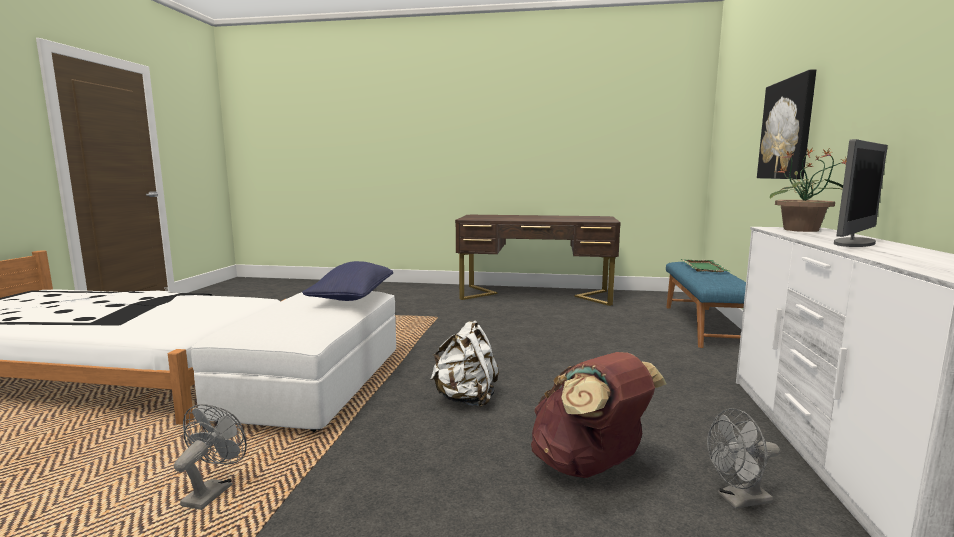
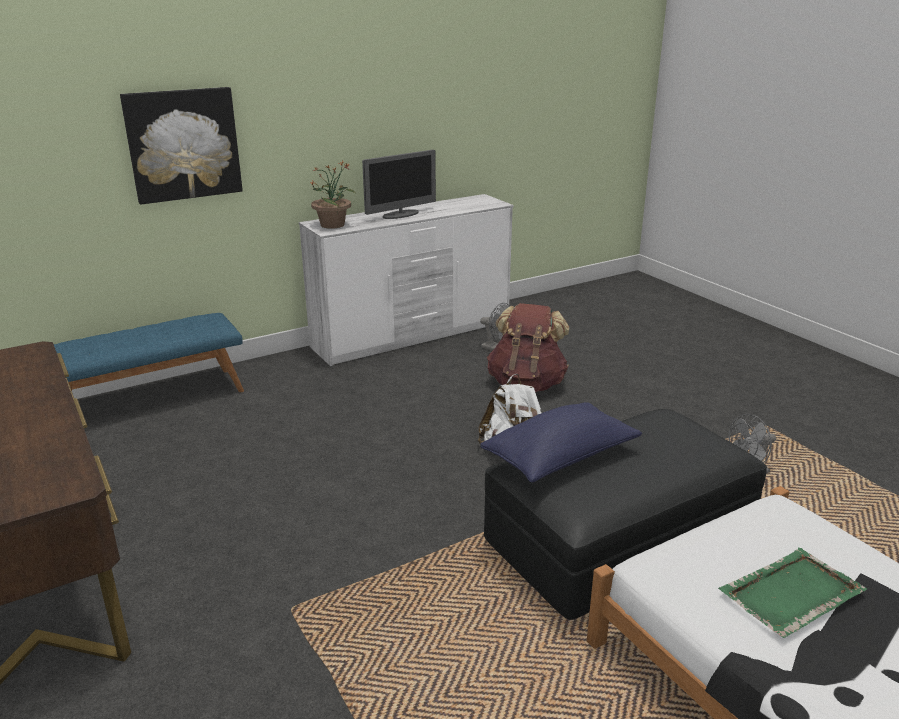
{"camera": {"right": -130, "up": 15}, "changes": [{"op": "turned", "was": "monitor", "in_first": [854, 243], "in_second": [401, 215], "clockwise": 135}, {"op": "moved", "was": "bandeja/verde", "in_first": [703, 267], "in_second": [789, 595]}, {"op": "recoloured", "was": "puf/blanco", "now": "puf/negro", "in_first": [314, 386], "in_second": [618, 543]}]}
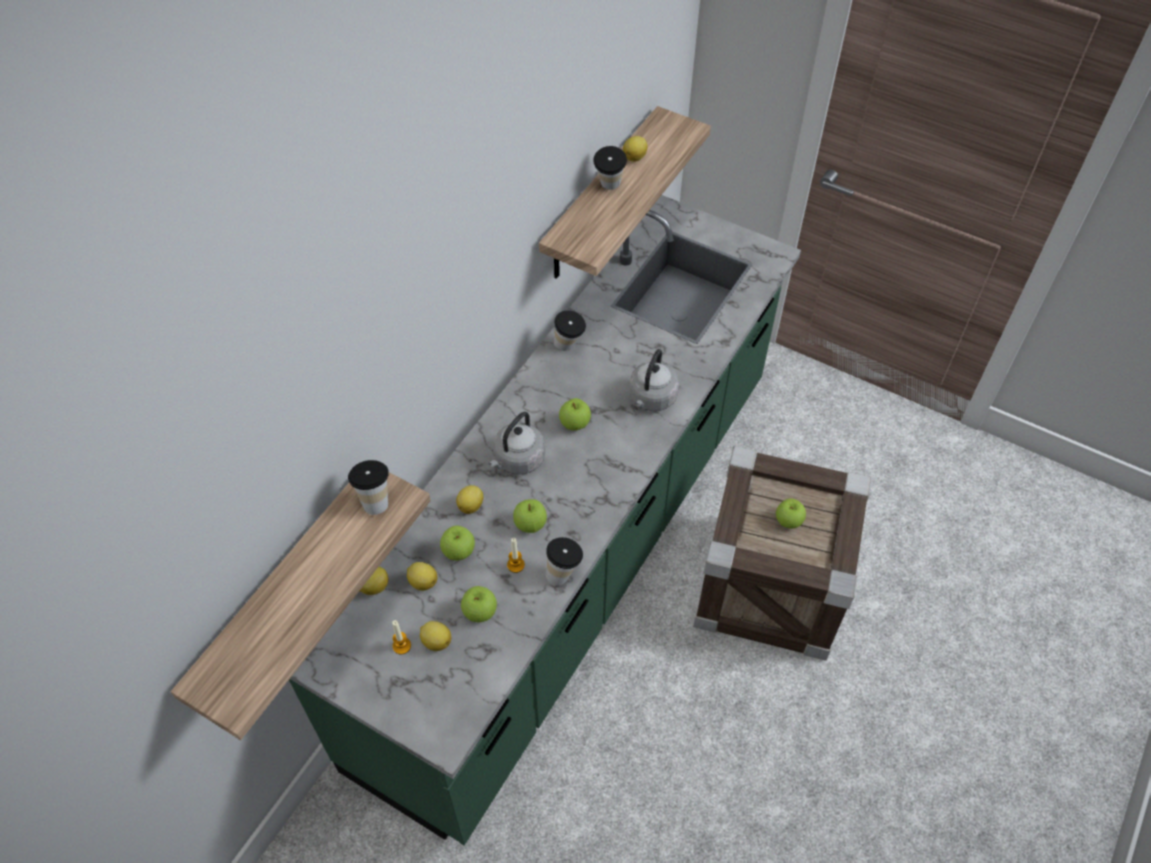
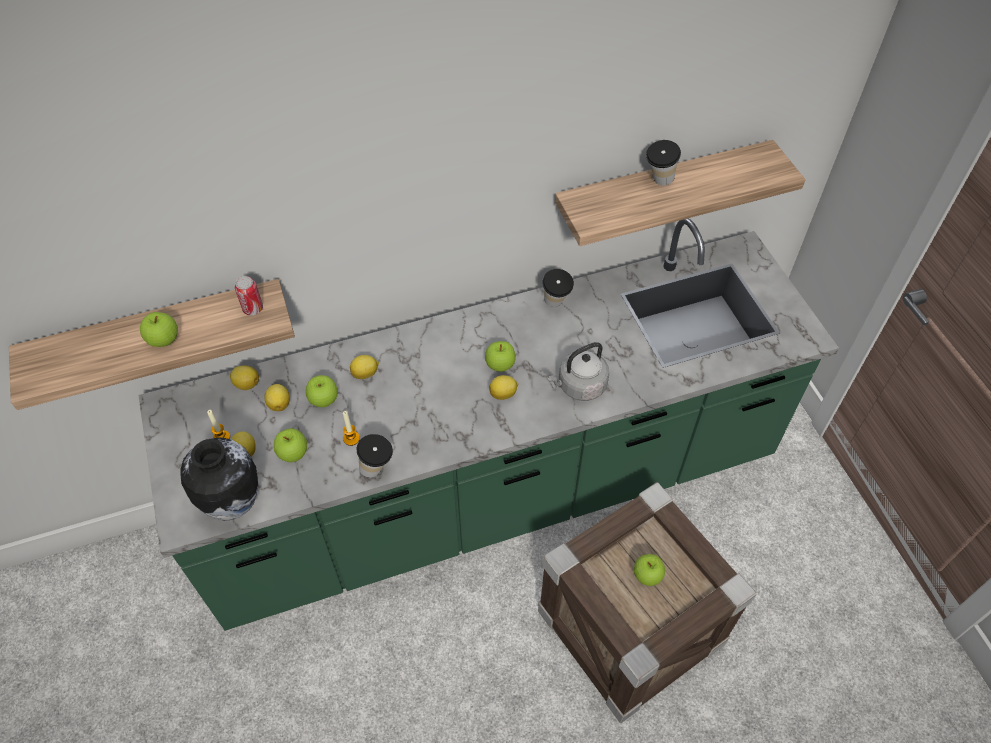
{"camera": {"right": 40, "up": 0}, "changes": [{"op": "moved", "was": "limón", "in_first": [635, 157], "in_second": [503, 394]}, {"op": "removed", "was": "hervidor/gris", "in_first": [518, 460]}, {"op": "replaced", "was": "taza", "now": "lata", "in_first": [375, 500], "in_second": [253, 309]}, {"op": "moved", "was": "manzana", "in_first": [530, 524], "in_second": [164, 340]}, {"op": "added", "now": "florero", "in_second": [233, 504]}]}
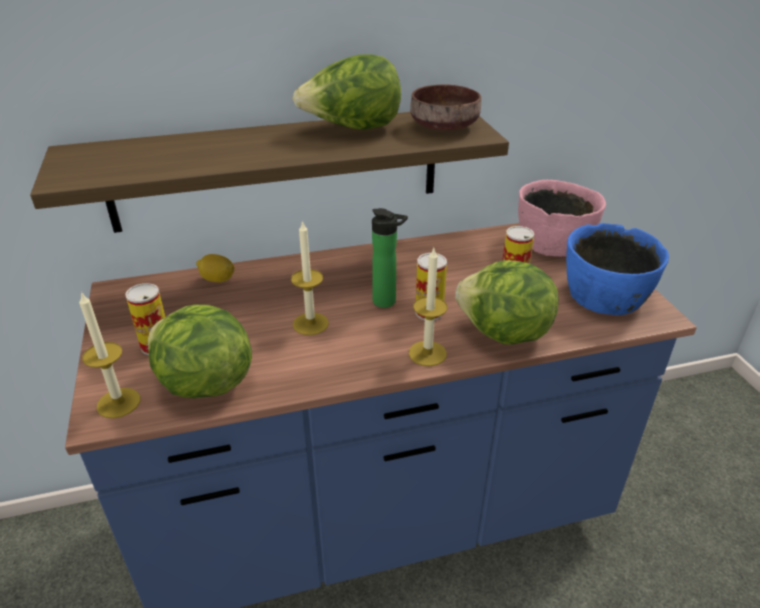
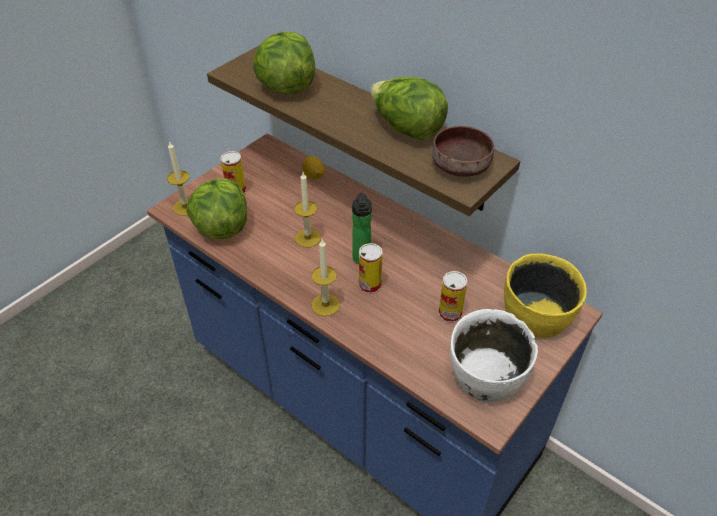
{"camera": {"right": 55, "up": 10}, "changes": [{"op": "recoloured", "was": "cuenco/rosa", "now": "cuenco/amarillo", "in_first": [553, 241], "in_second": [537, 315]}, {"op": "recoloured", "was": "cuenco/azul", "now": "cuenco/blanco", "in_first": [605, 296], "in_second": [485, 376]}, {"op": "moved", "was": "lechuga", "in_first": [504, 334], "in_second": [286, 87]}]}
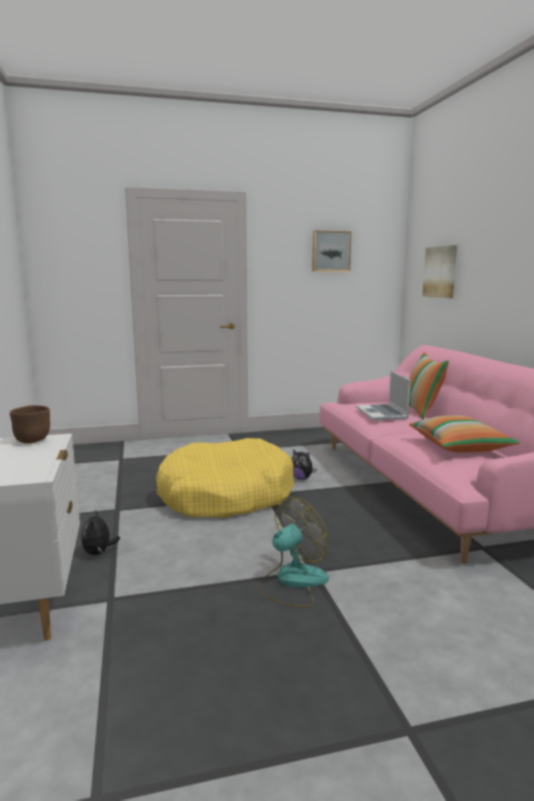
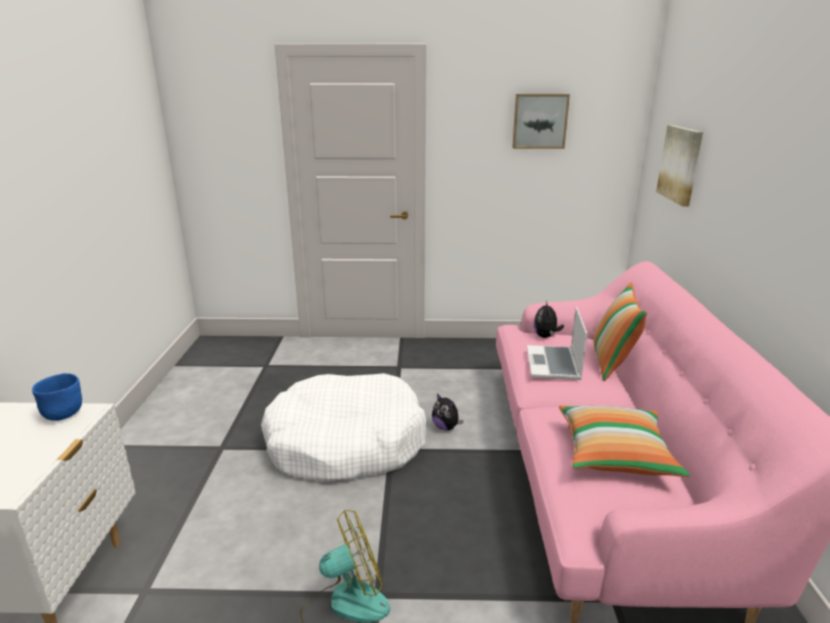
{"camera": {"right": 15, "up": 10}, "changes": [{"op": "recoloured", "was": "cuenco/marrón", "now": "cuenco/azul", "in_first": [33, 440], "in_second": [65, 414]}, {"op": "recoloured", "was": "cama para perro/amarillo", "now": "cama para perro/blanco", "in_first": [226, 495], "in_second": [345, 443]}, {"op": "moved", "was": "peluche", "in_first": [99, 552], "in_second": [546, 336]}]}
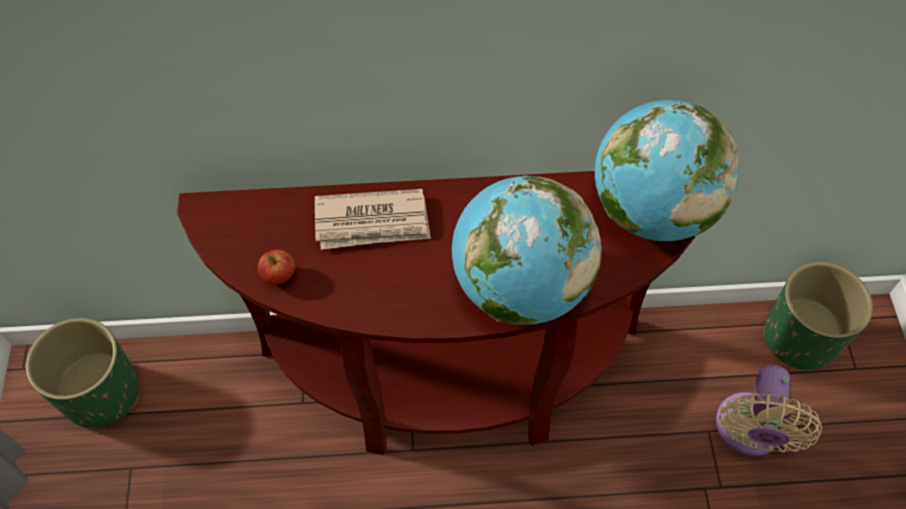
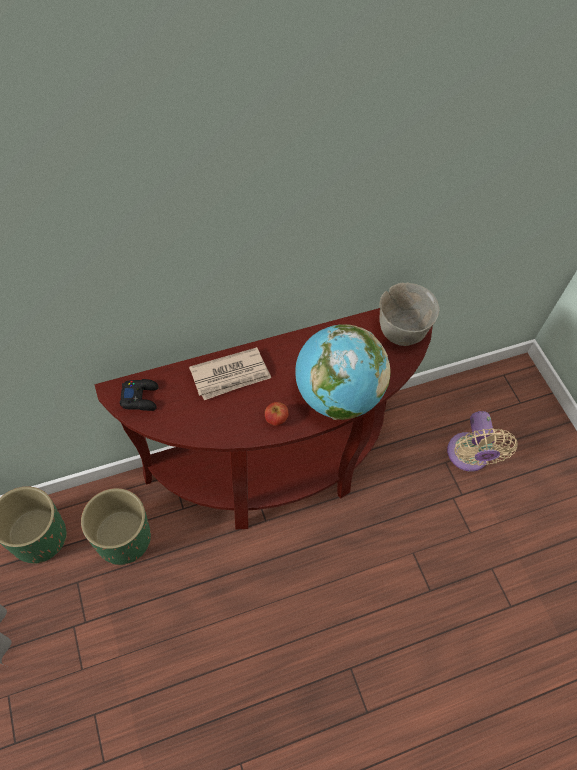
{"camera": {"right": -20, "up": 0}, "changes": [{"op": "replaced", "was": "globo terráqueo", "now": "cuenco/gris", "in_first": [651, 210], "in_second": [400, 331]}, {"op": "moved", "was": "manzana", "in_first": [279, 276], "in_second": [276, 419]}, {"op": "moved", "was": "maceta/verde", "in_first": [800, 337], "in_second": [123, 538]}, {"op": "added", "now": "mando de consola/negro", "in_second": [140, 397]}]}
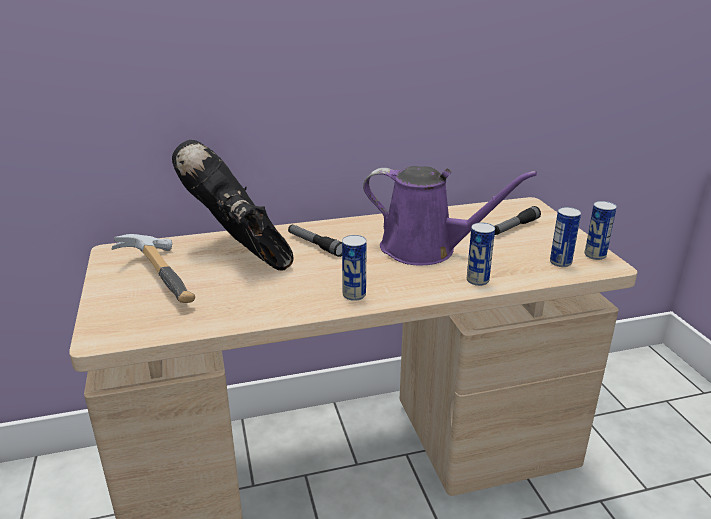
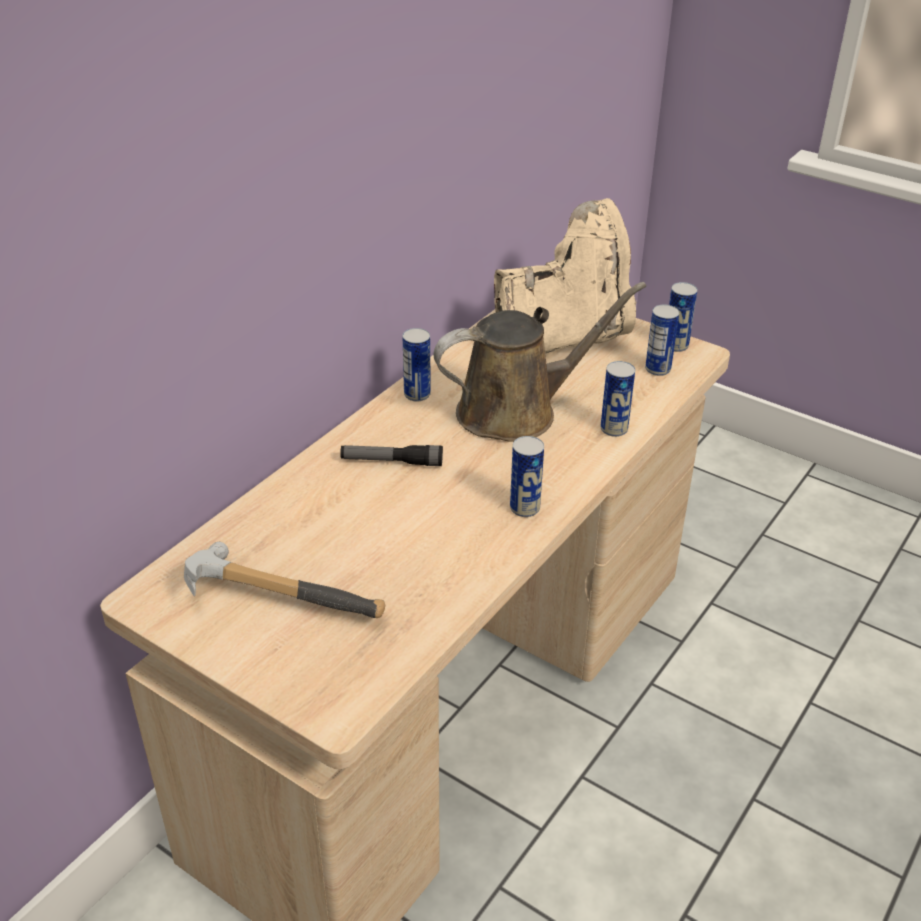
{"camera": {"right": -40, "up": 10}, "changes": [{"op": "removed", "was": "bota/negro", "in_first": [241, 252]}, {"op": "recoloured", "was": "regadera/morado", "now": "regadera/marrón", "in_first": [425, 249], "in_second": [516, 411]}, {"op": "replaced", "was": "linterna", "now": "bota/beis", "in_first": [514, 227], "in_second": [564, 339]}, {"op": "added", "now": "lata", "in_second": [417, 394]}]}
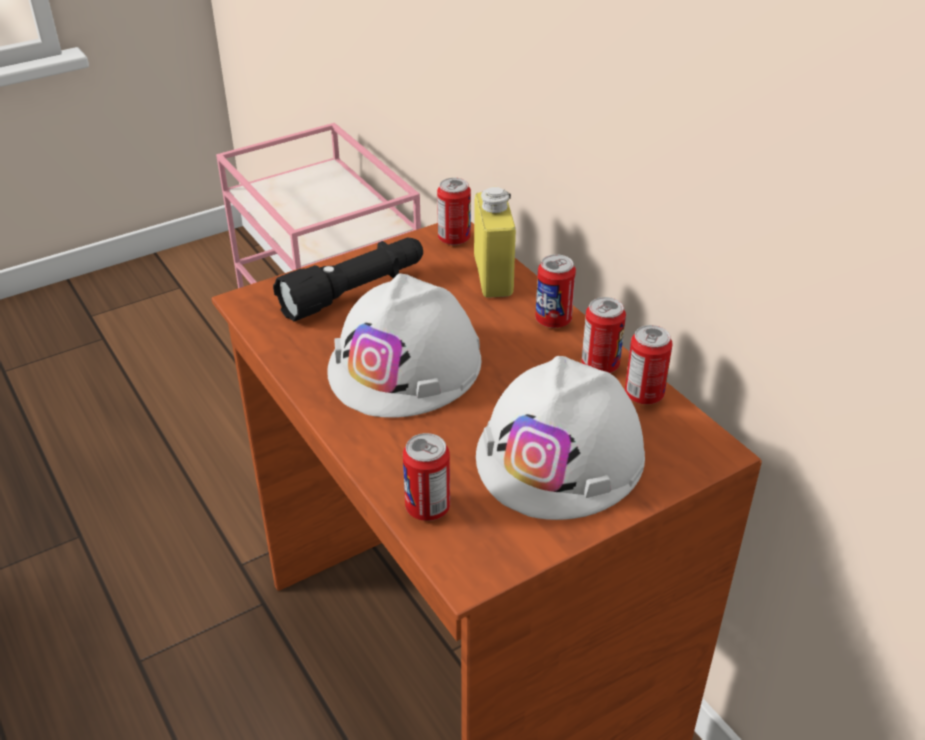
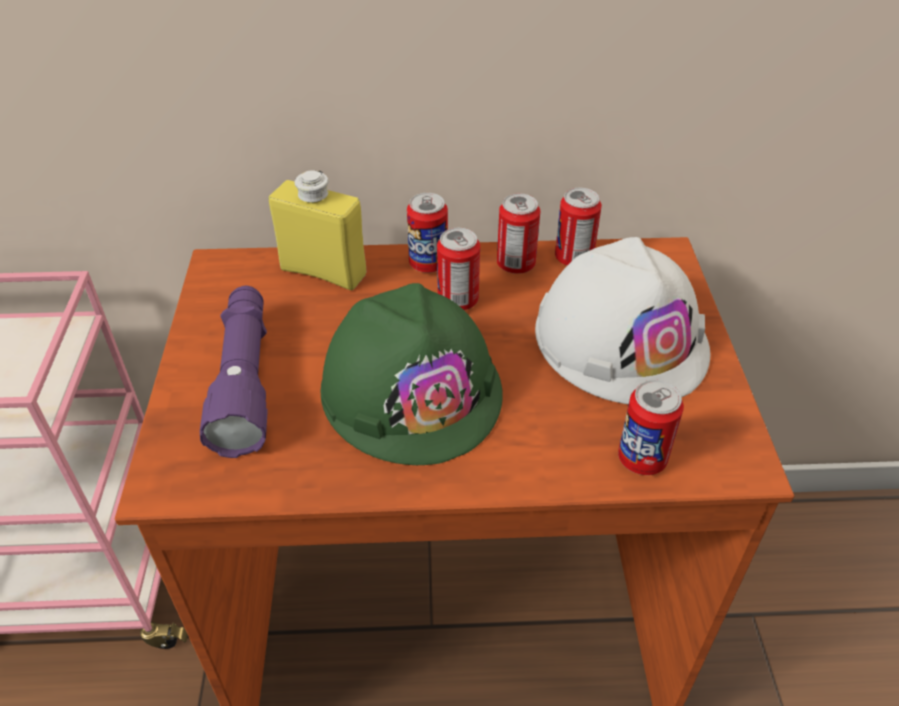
{"camera": {"right": -60, "up": 5}, "changes": [{"op": "moved", "was": "lata", "in_first": [454, 239], "in_second": [458, 301]}, {"op": "recoloured", "was": "linterna/negro", "now": "linterna/morado", "in_first": [355, 291], "in_second": [245, 380]}, {"op": "recoloured", "was": "casco/blanco", "now": "casco/verde", "in_first": [406, 365], "in_second": [412, 389]}]}
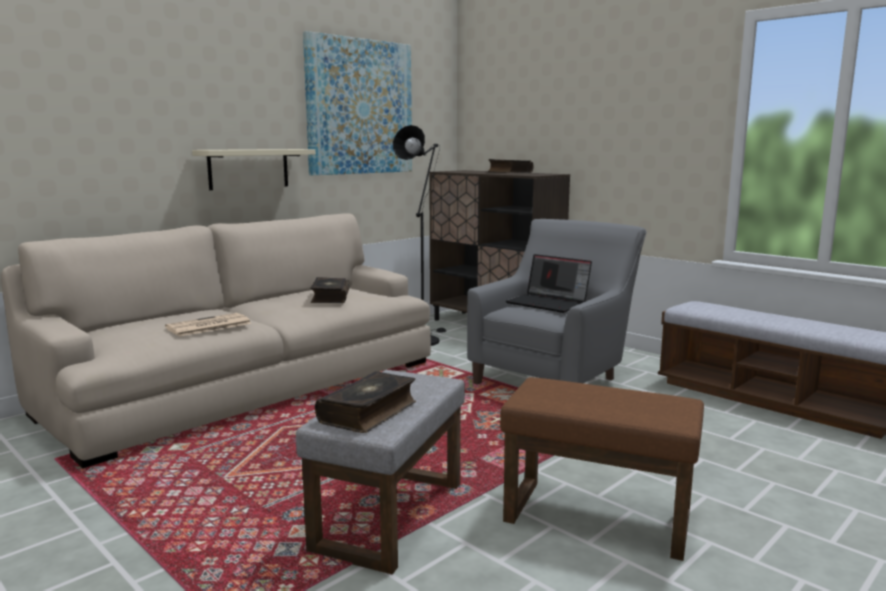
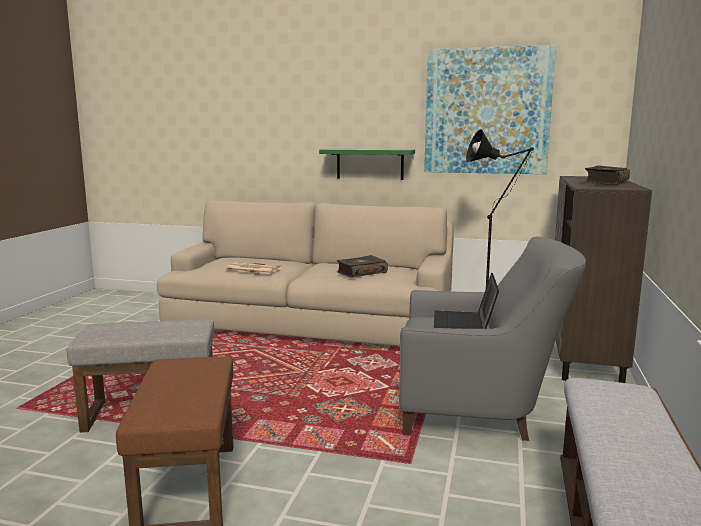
{"camera": {"right": 60, "up": 0}, "changes": [{"op": "recoloured", "was": "estante/beis", "now": "estante/verde", "in_first": [248, 168], "in_second": [370, 164]}, {"op": "removed", "was": "libro", "in_first": [369, 413]}]}
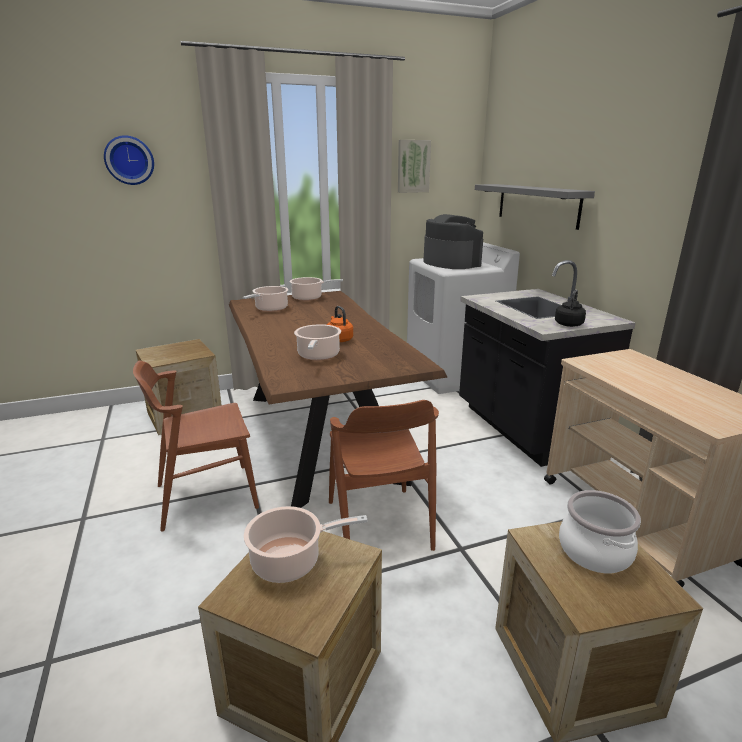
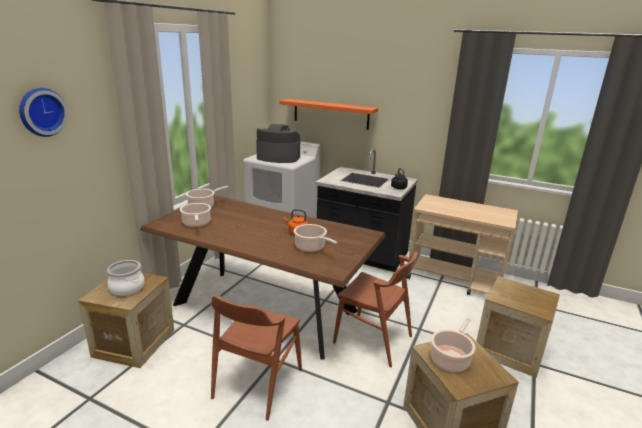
{"camera": {"right": -45, "up": 0}, "changes": [{"op": "removed", "was": "cuadro", "in_first": [413, 166]}, {"op": "recoloured", "was": "estante/gris", "now": "estante/naranja", "in_first": [537, 205], "in_second": [330, 114]}, {"op": "moved", "was": "olla", "in_first": [594, 551], "in_second": [127, 288]}]}
